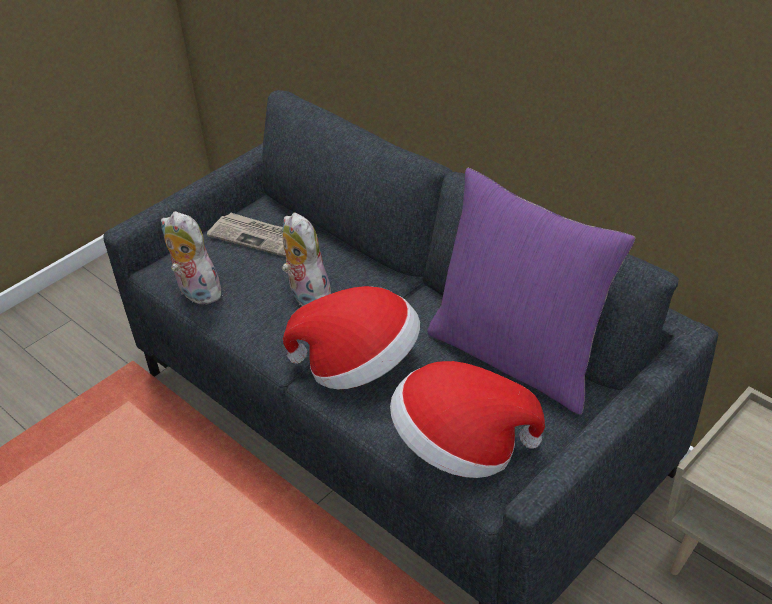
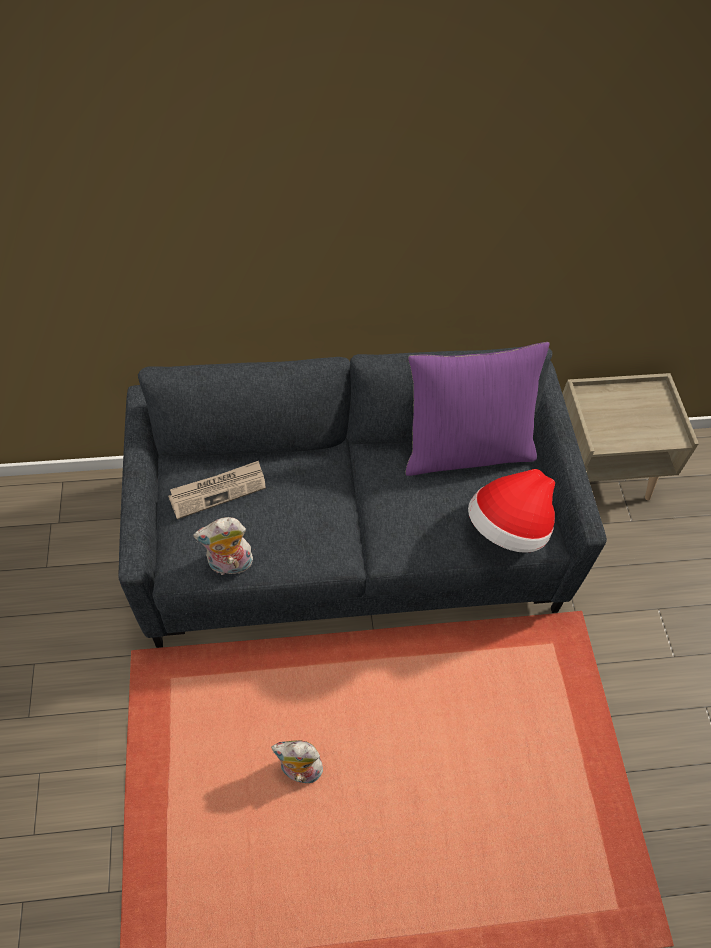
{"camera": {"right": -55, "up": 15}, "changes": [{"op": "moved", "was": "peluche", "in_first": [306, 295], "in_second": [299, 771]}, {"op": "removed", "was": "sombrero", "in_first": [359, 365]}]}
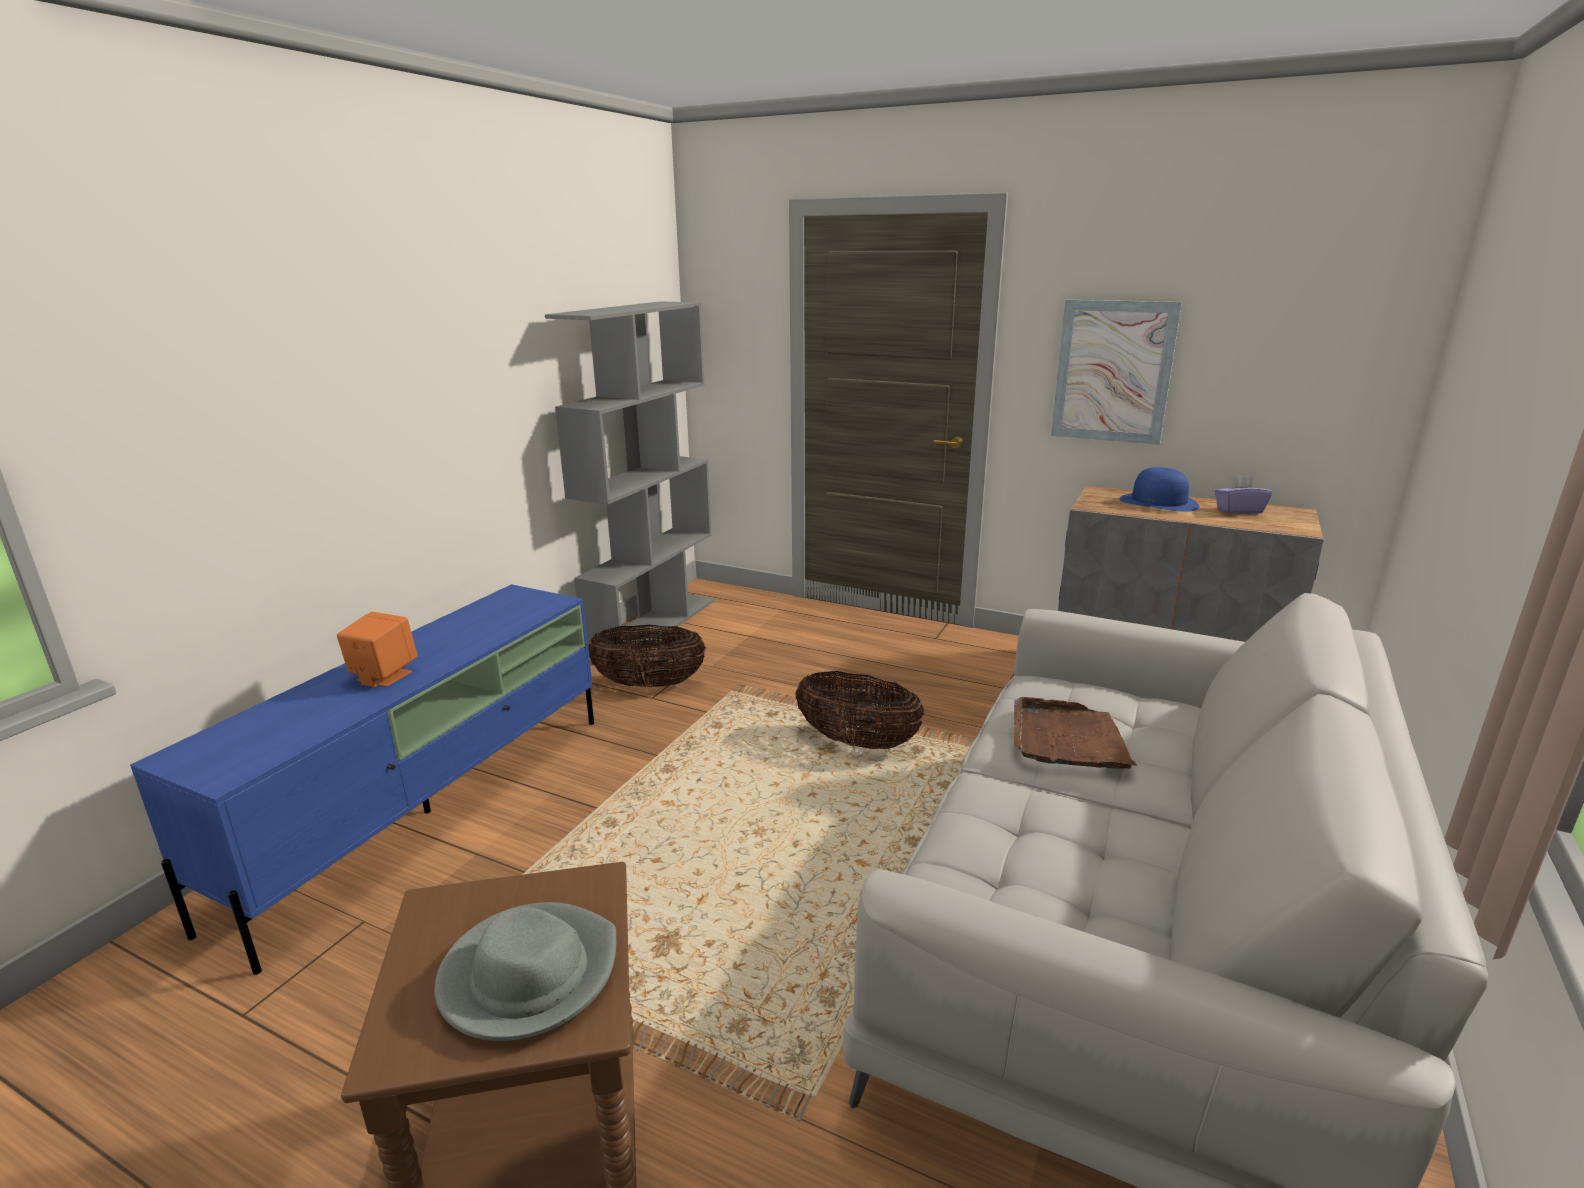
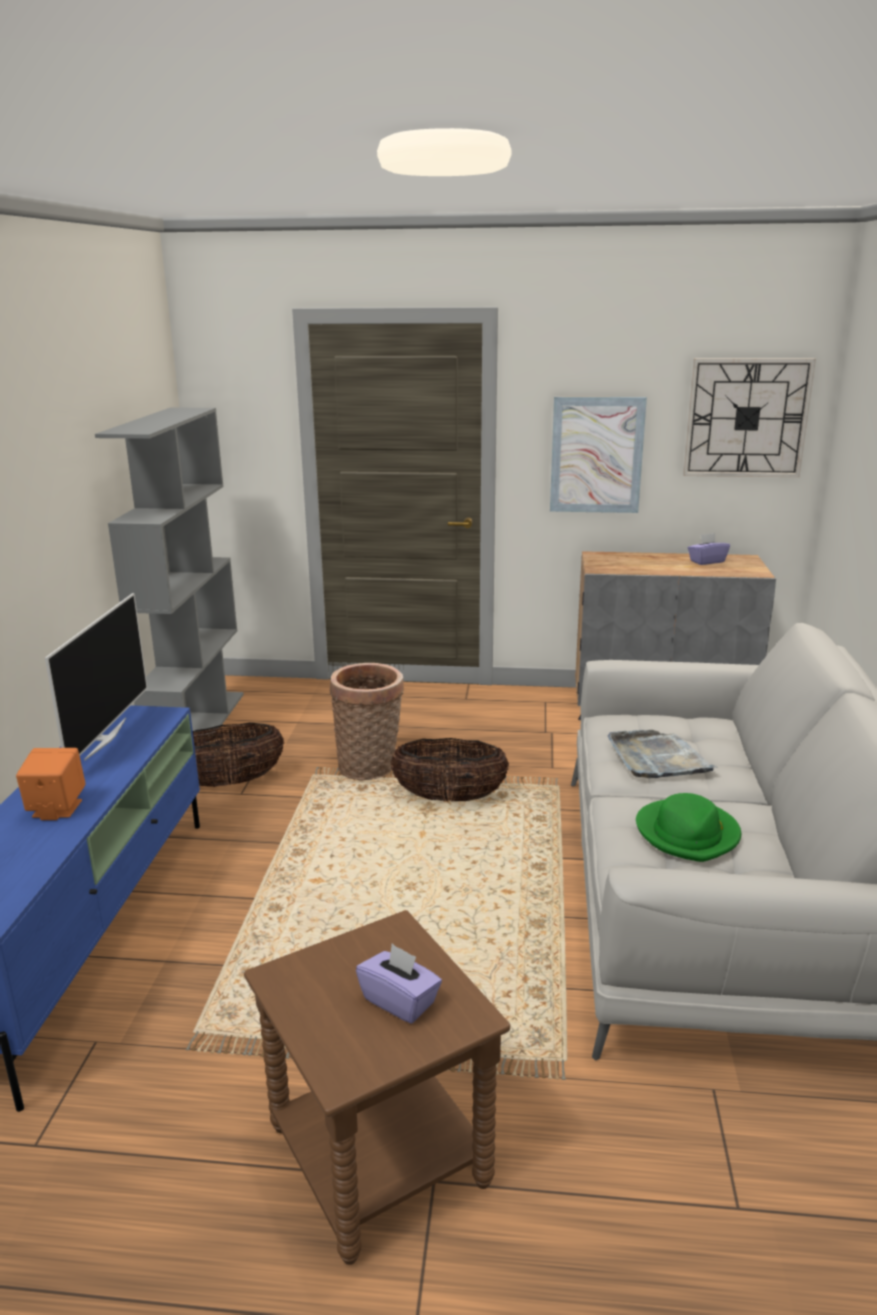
{"camera": {"right": -20, "up": 0}, "changes": [{"op": "removed", "was": "sombrero/azul", "in_first": [1159, 502]}, {"op": "recoloured", "was": "bandeja/marrón", "now": "bandeja/gris", "in_first": [1067, 739], "in_second": [657, 758]}, {"op": "replaced", "was": "sombrero/gris", "now": "caja de pañuelos/morado", "in_first": [529, 975], "in_second": [400, 1001]}, {"op": "added", "now": "reloj de pared", "in_second": [746, 418]}, {"op": "added", "now": "televisor", "in_second": [104, 738]}, {"op": "added", "now": "cesta", "in_second": [370, 767]}, {"op": "added", "now": "sombrero/verde", "in_second": [688, 833]}]}
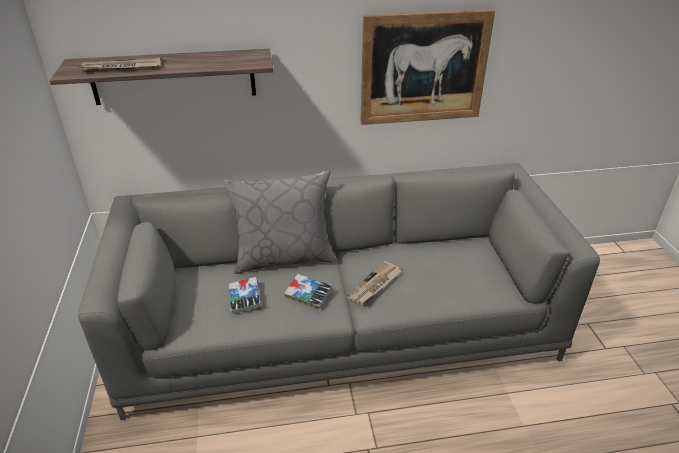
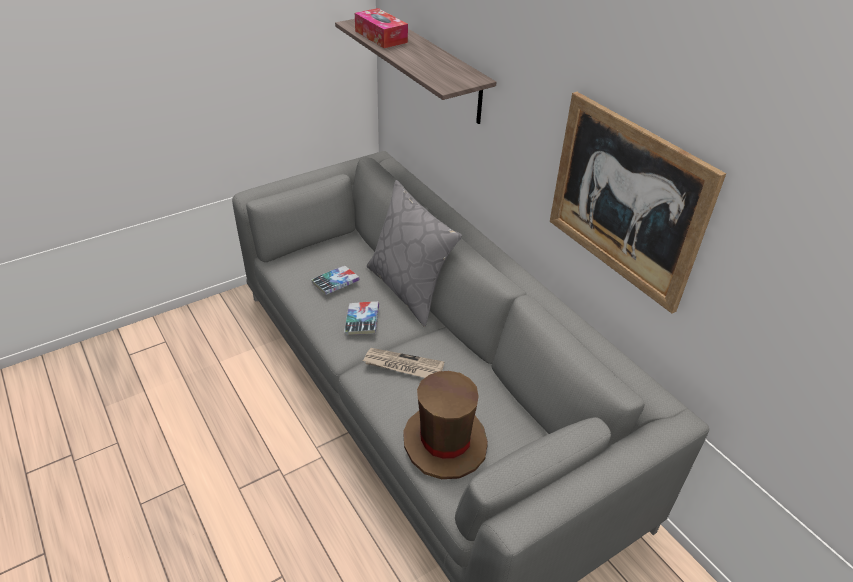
{"camera": {"right": 65, "up": 5}, "changes": [{"op": "replaced", "was": "periódico", "now": "caja de pañuelos", "in_first": [121, 68], "in_second": [381, 37]}, {"op": "added", "now": "sombrero/marrón", "in_second": [445, 442]}]}
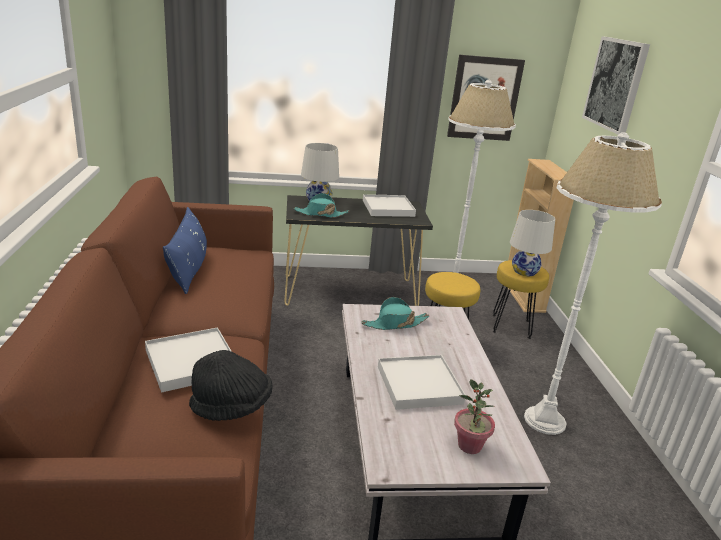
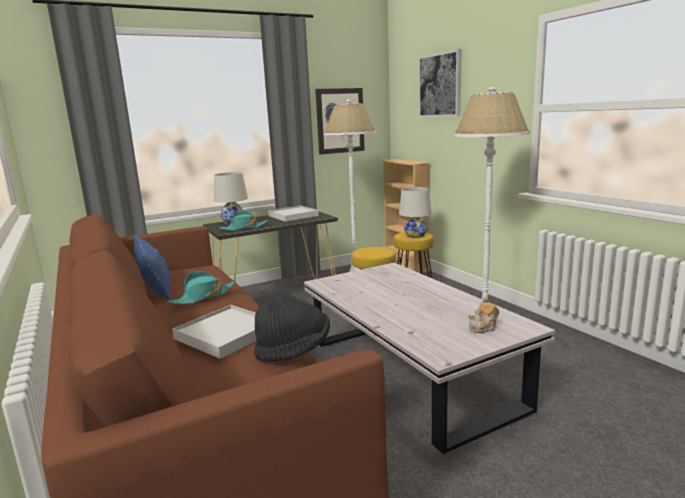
{"camera": {"right": -20, "up": -10}, "changes": [{"op": "moved", "was": "sombrero/turquesa", "in_first": [395, 324], "in_second": [203, 297]}, {"op": "removed", "was": "bandeja/blanco", "in_first": [419, 385]}, {"op": "replaced", "was": "planta en maceta", "now": "tetera", "in_first": [469, 446], "in_second": [483, 328]}]}
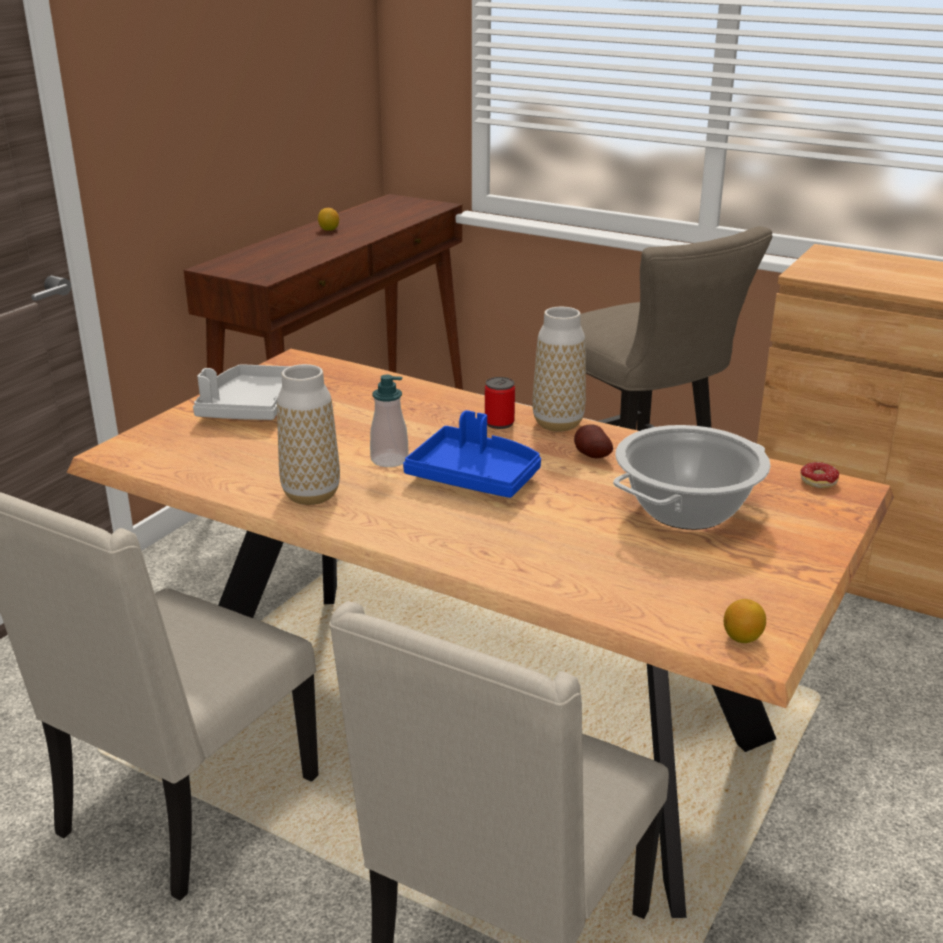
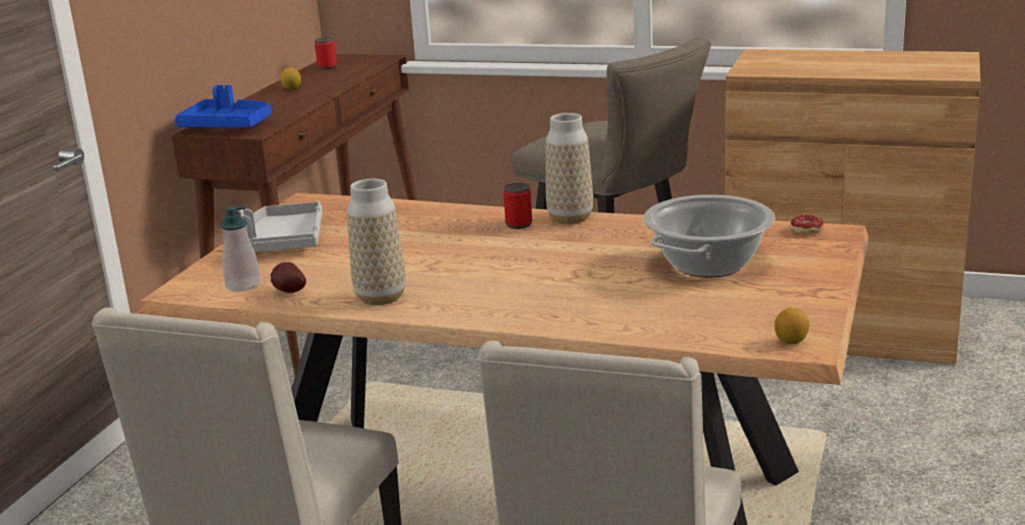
{"camera": {"right": -10, "up": -5}, "changes": [{"op": "moved", "was": "dispensador de jabón", "in_first": [389, 460], "in_second": [243, 285]}, {"op": "moved", "was": "bandeja/azul", "in_first": [475, 477], "in_second": [227, 126]}, {"op": "moved", "was": "patata", "in_first": [590, 456], "in_second": [288, 292]}, {"op": "added", "now": "lata", "in_second": [327, 67]}]}
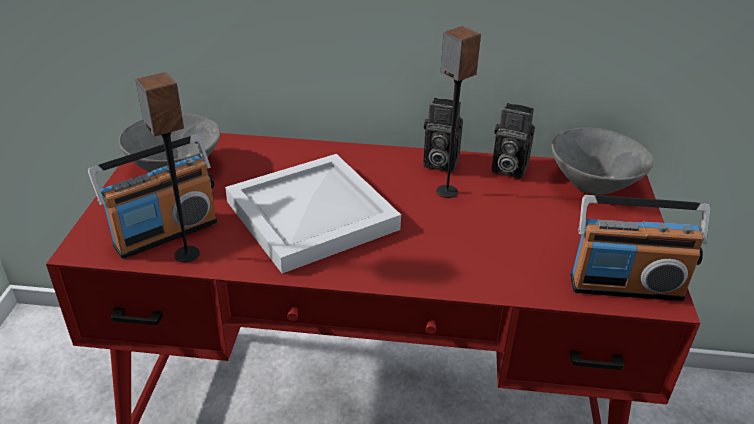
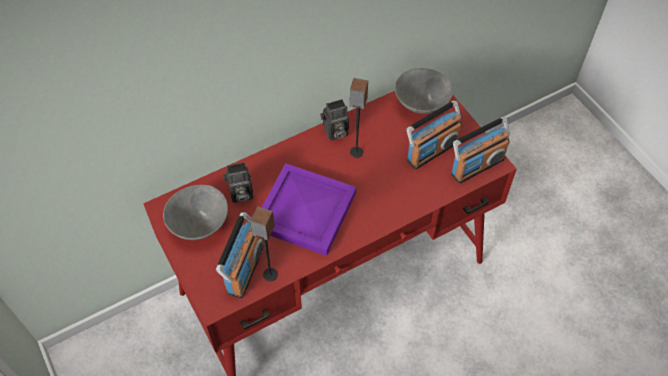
{"camera": {"right": -35, "up": 20}, "changes": [{"op": "moved", "was": "cámara", "in_first": [507, 168], "in_second": [240, 194]}, {"op": "recoloured", "was": "bandeja/blanco", "now": "bandeja/morado", "in_first": [311, 217], "in_second": [306, 212]}, {"op": "added", "now": "radio", "in_second": [431, 151]}]}
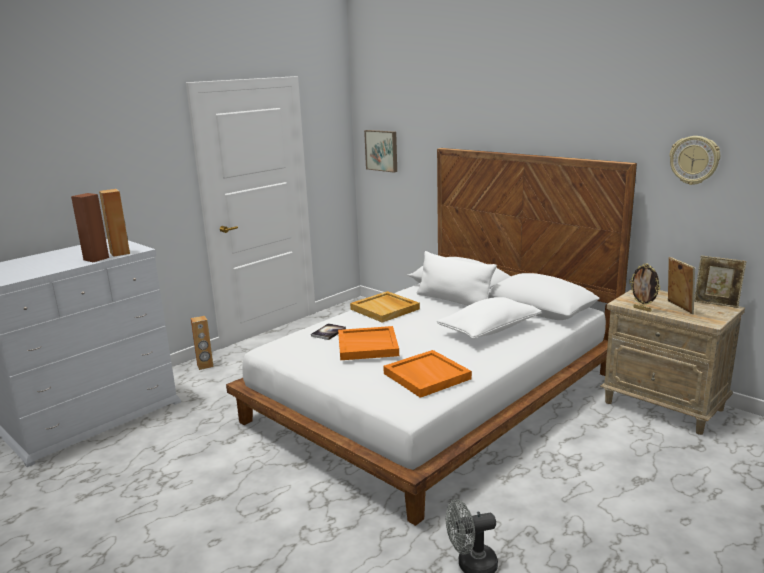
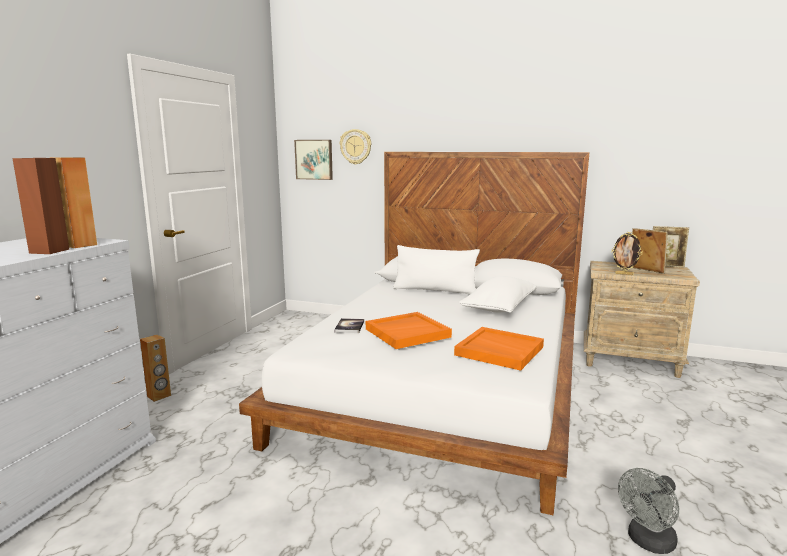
{"camera": {"right": -25, "up": -5}, "changes": [{"op": "moved", "was": "reloj de pared", "in_first": [694, 160], "in_second": [356, 146]}, {"op": "removed", "was": "bandeja/beis", "in_first": [385, 309]}]}
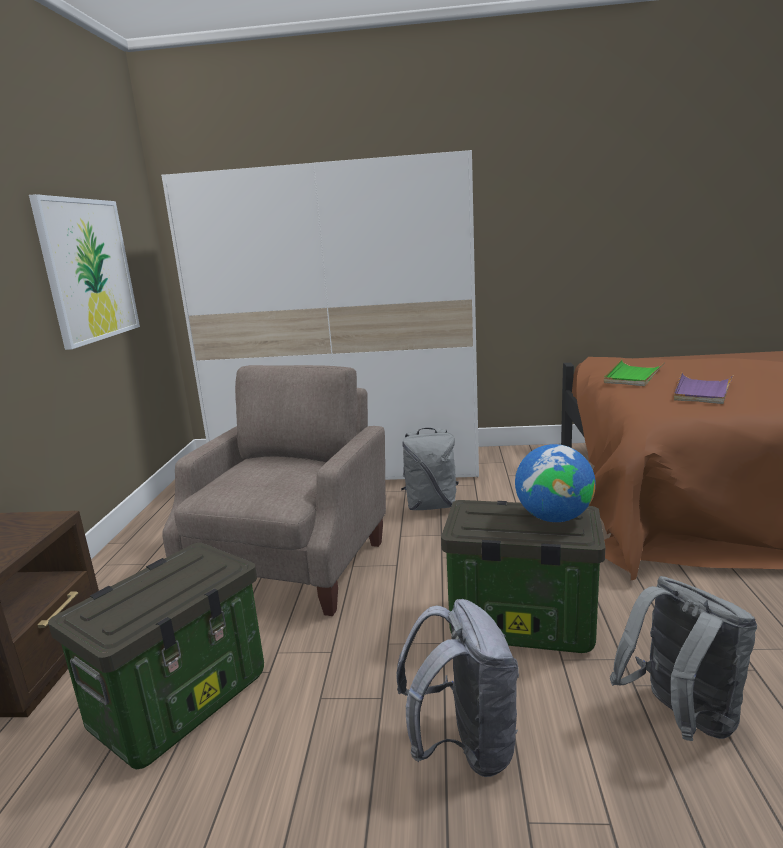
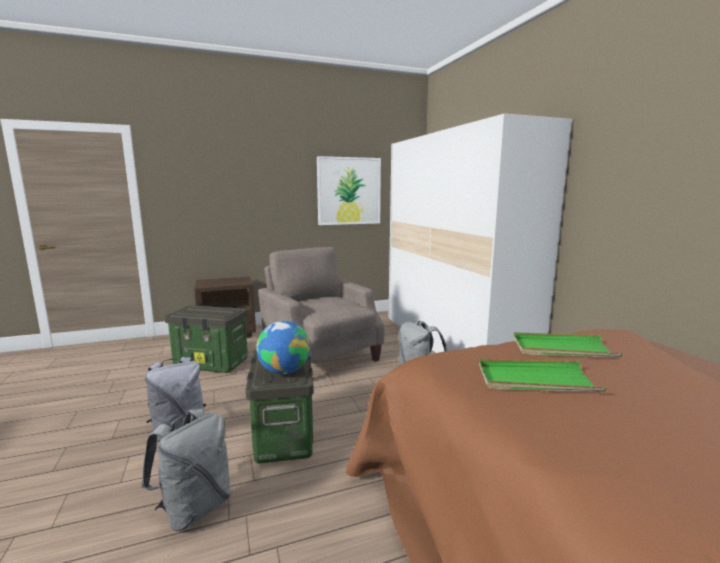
{"camera": {"right": 65, "up": -5}, "changes": [{"op": "turned", "was": "sillón/beis", "in_first": [292, 563], "in_second": [321, 357], "clockwise": -120}, {"op": "recoloured", "was": "bandeja/morado", "now": "bandeja/verde", "in_first": [702, 391], "in_second": [535, 380]}]}
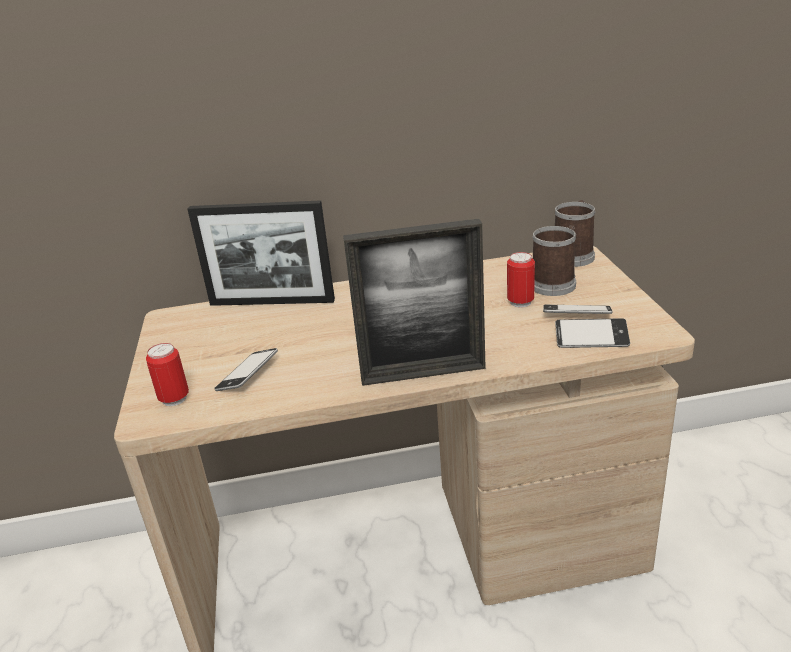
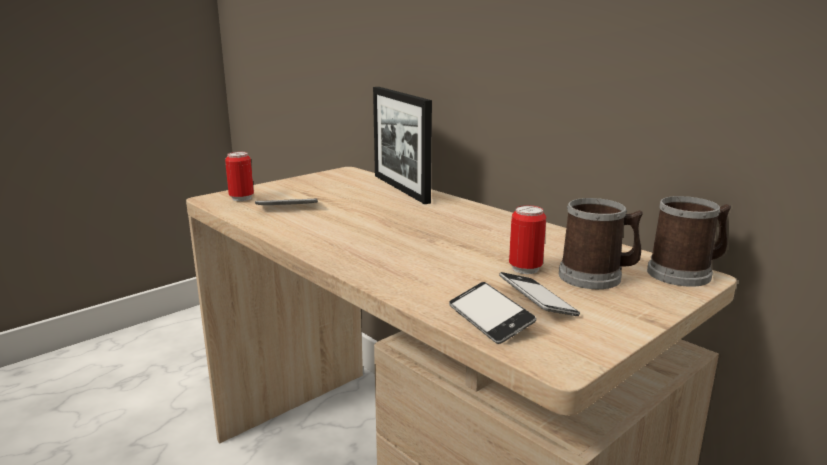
{"camera": {"right": 55, "up": -10}, "changes": [{"op": "removed", "was": "portarretratos", "in_first": [423, 373]}]}
